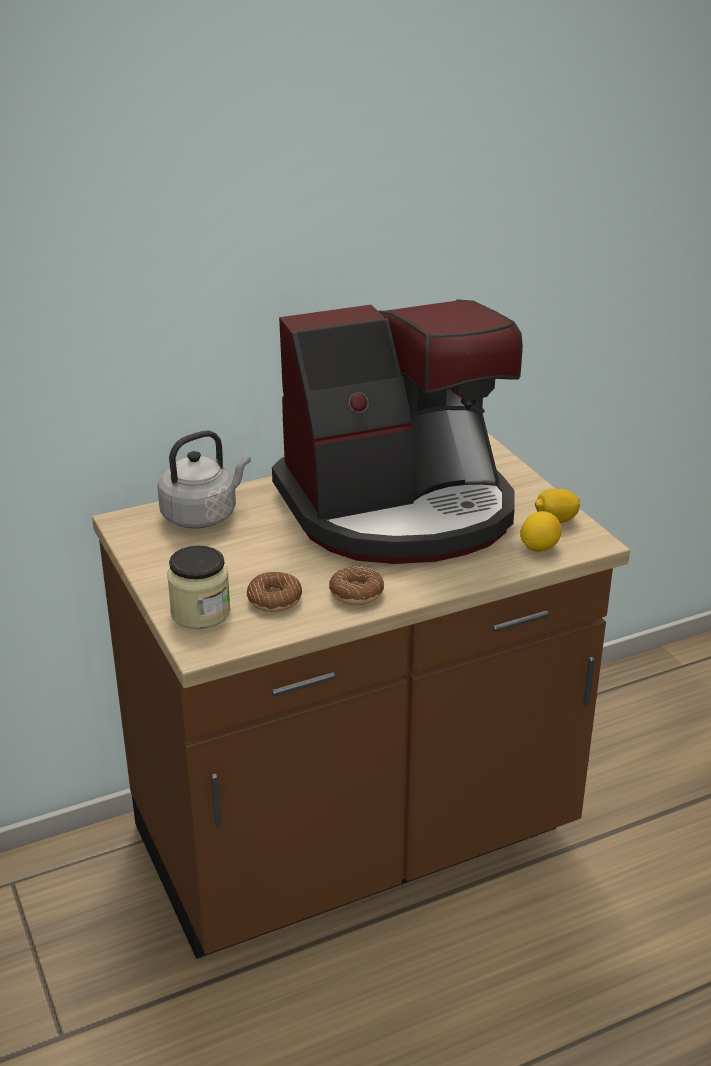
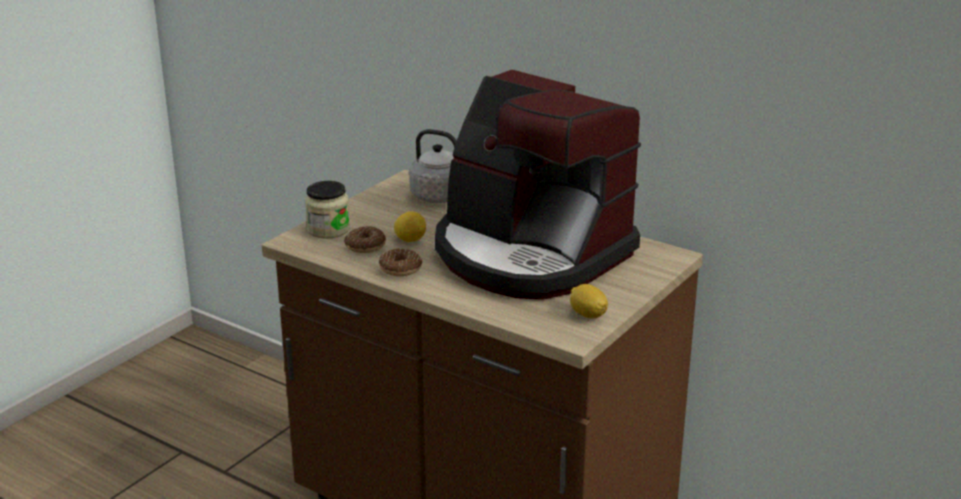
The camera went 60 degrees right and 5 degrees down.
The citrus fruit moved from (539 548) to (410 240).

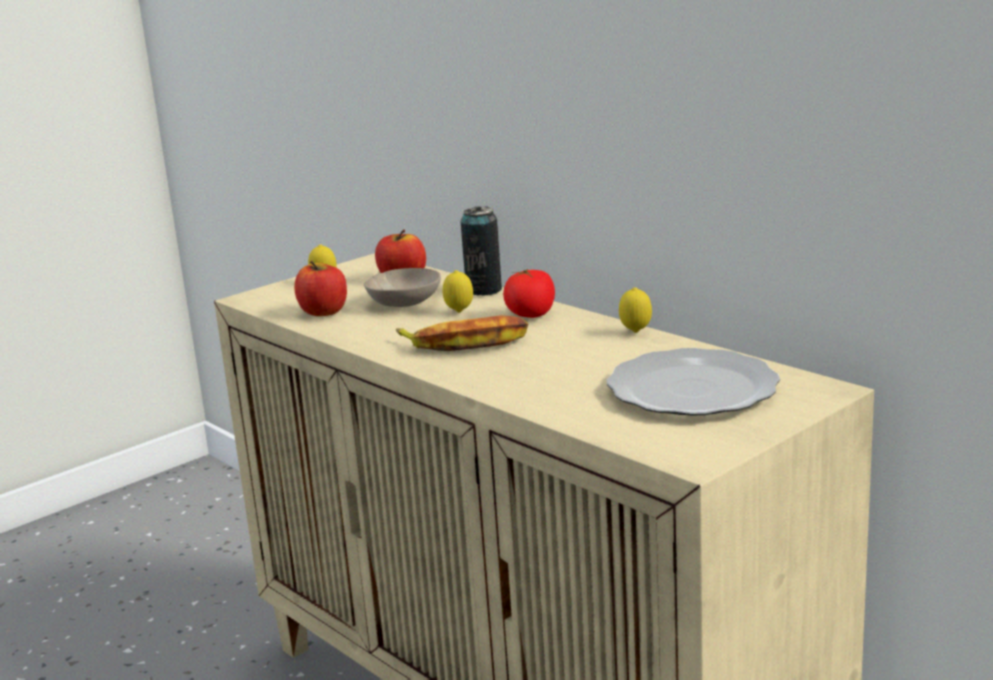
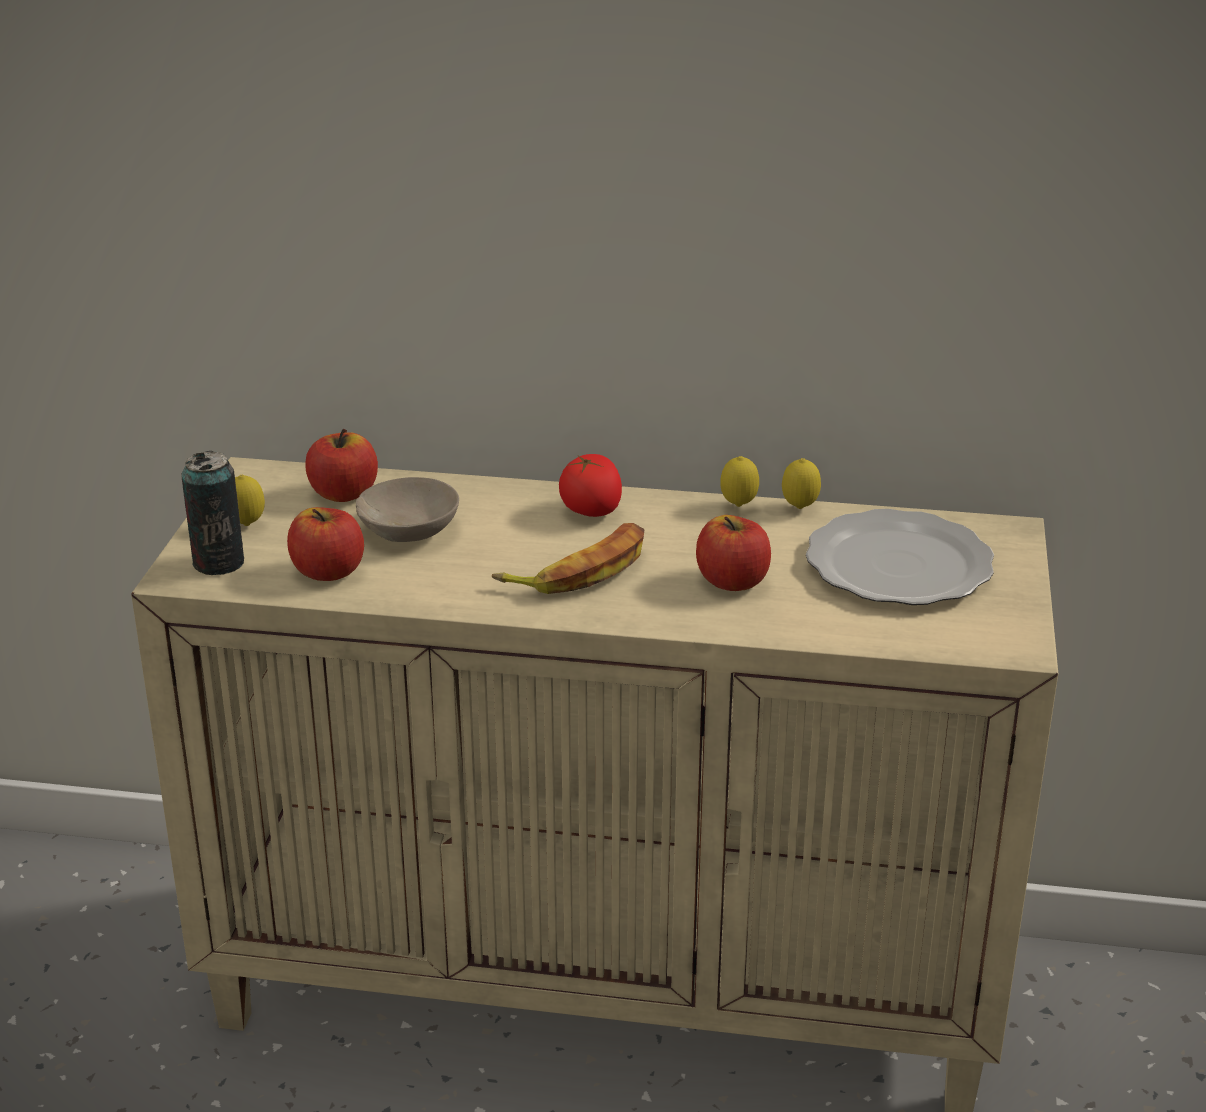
The camera went 40 degrees left and 10 degrees up.
The citrus fruit moved from (459 312) to (799 508).
The metal can moved from (483 290) to (218 563).
The apple fruit at (732 581) appeared.

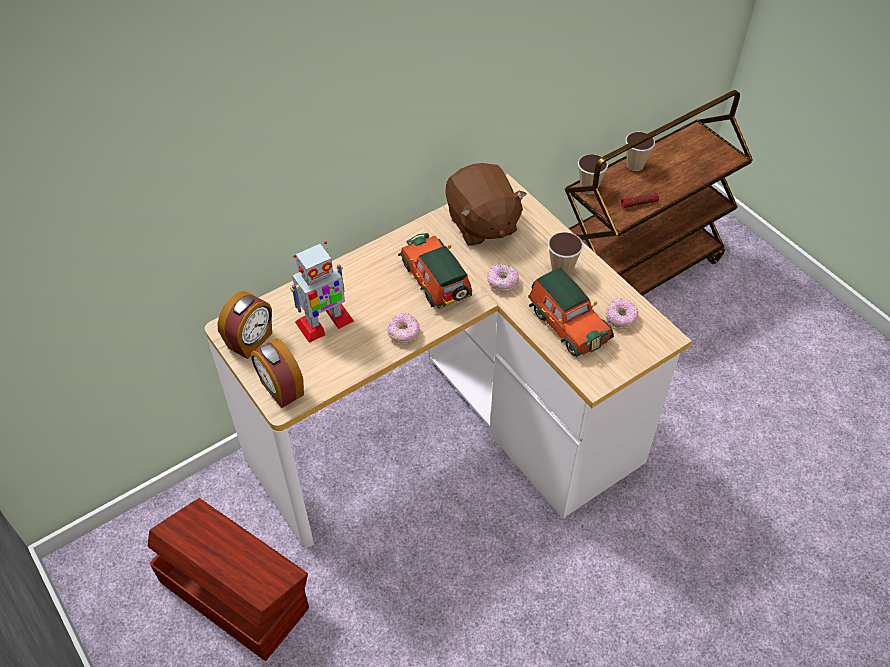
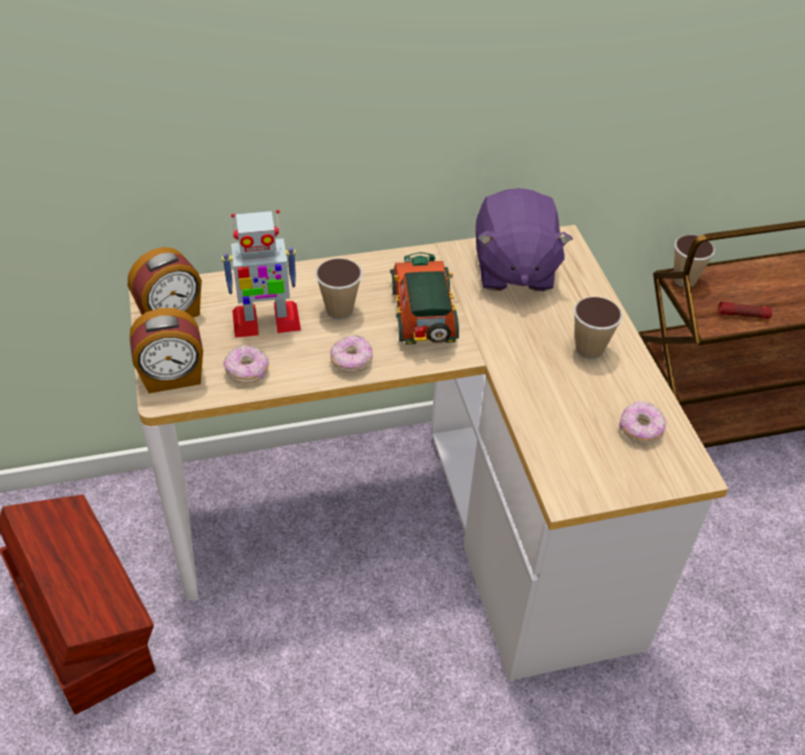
The camera went 20 degrees right and 5 degrees down.
The bedside clock at (281 389) turned 90 degrees counterclockwise.
The soft toy (brown) at (481 224) became the soft toy (purple-coloured) at (513 269).
The donut moved from (502 283) to (247 372).
The toy car at (566 323) disappeared.
The drinking cup moved from (635 165) to (339 310).

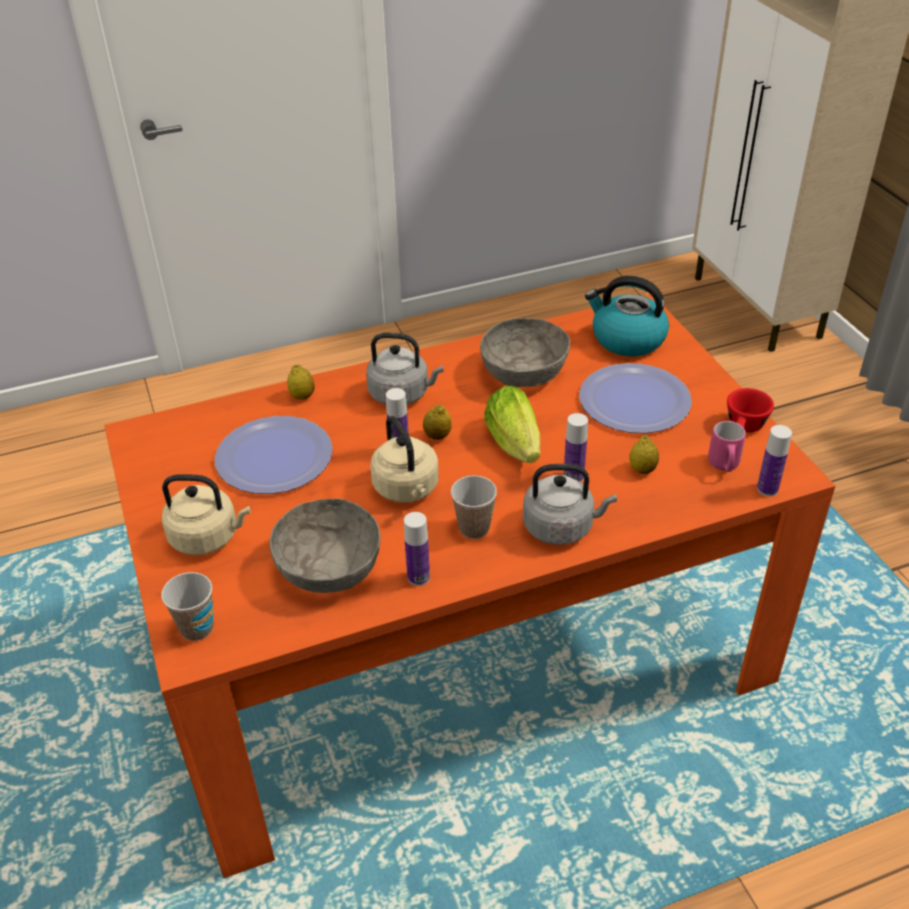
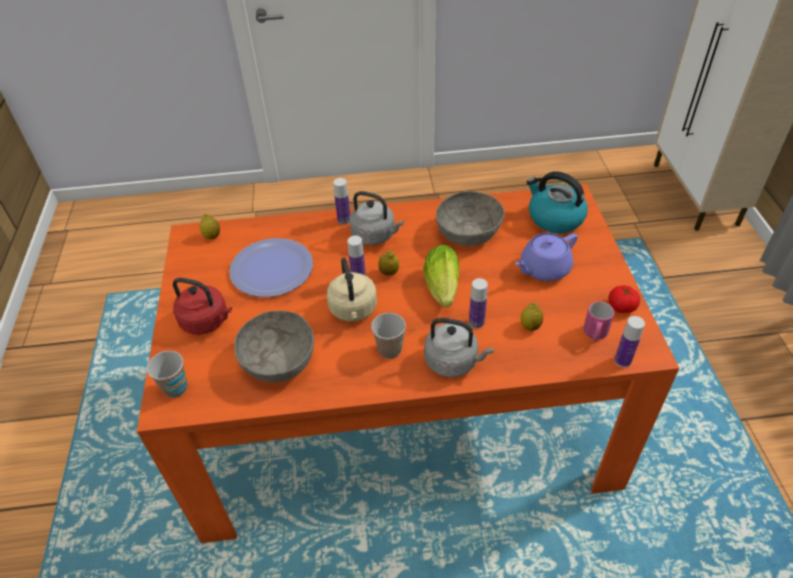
The camera went 15 degrees right and 5 degrees up.
The water kettle (beige) at (208 537) became the water kettle (reddish) at (207 321).
The citrus fruit moved from (302 396) to (212 236).
The bottle moved from (418 577) to (344 220).
The dinner plate at (635 400) was replaced by the tea pot (purple-coloured) at (543 269).
The drinking cup (reddish) at (744 428) was replaced by the fresh tomato at (621 306).

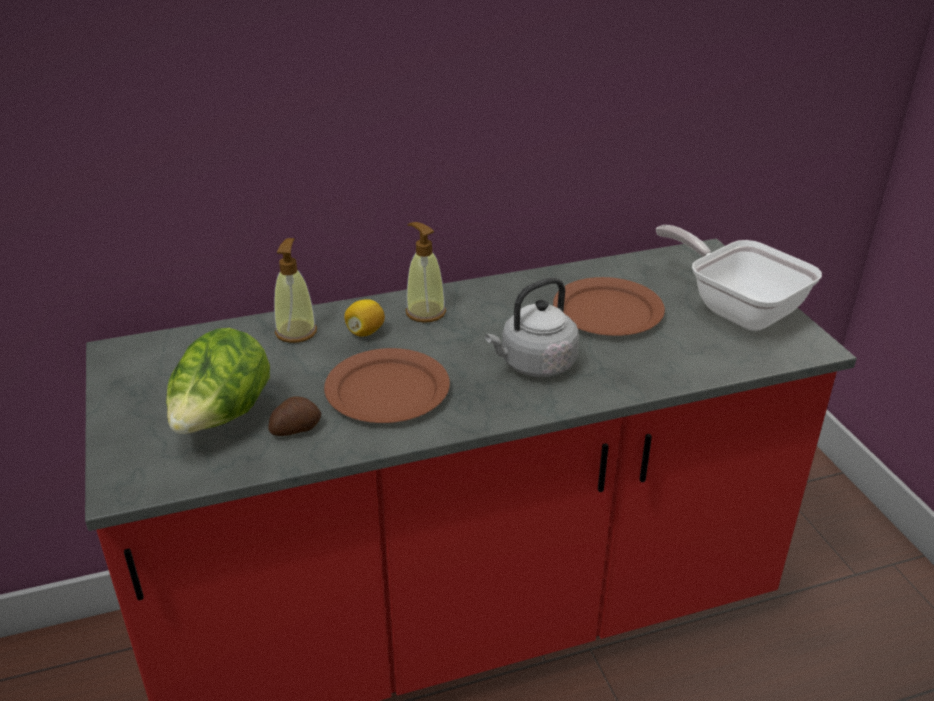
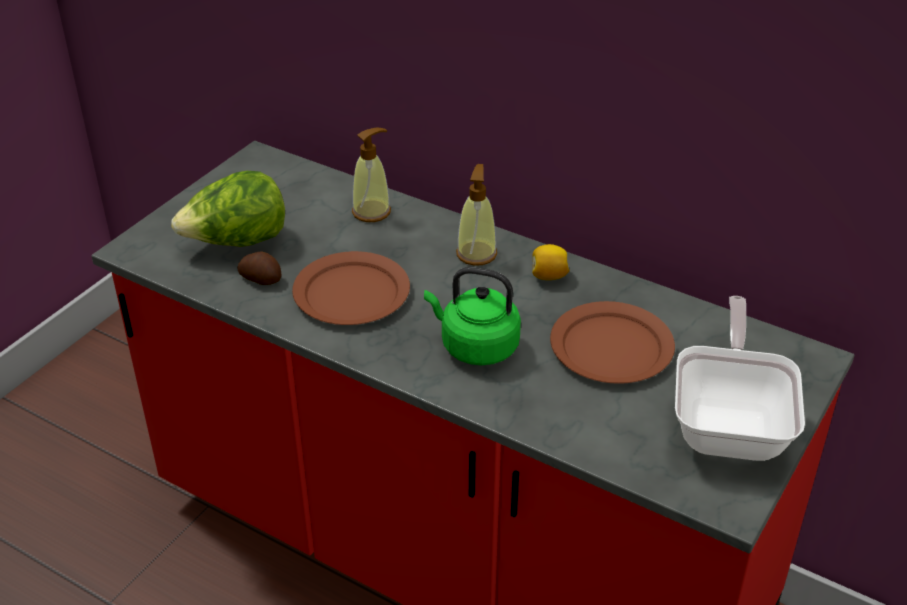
The camera went 50 degrees right and 5 degrees up.
The citrus fruit moved from (365 332) to (548 276).
The water kettle (gray) at (534 365) became the water kettle (greenish) at (475 346).

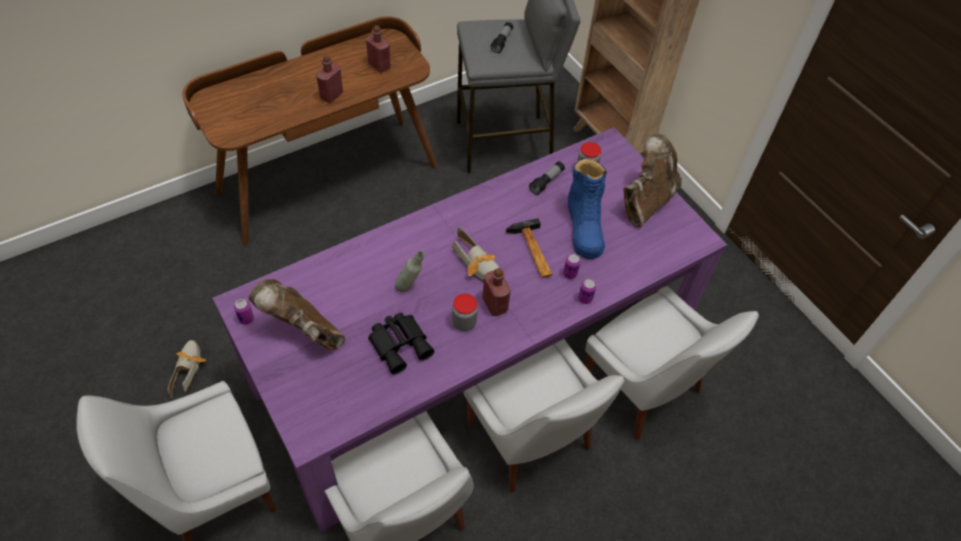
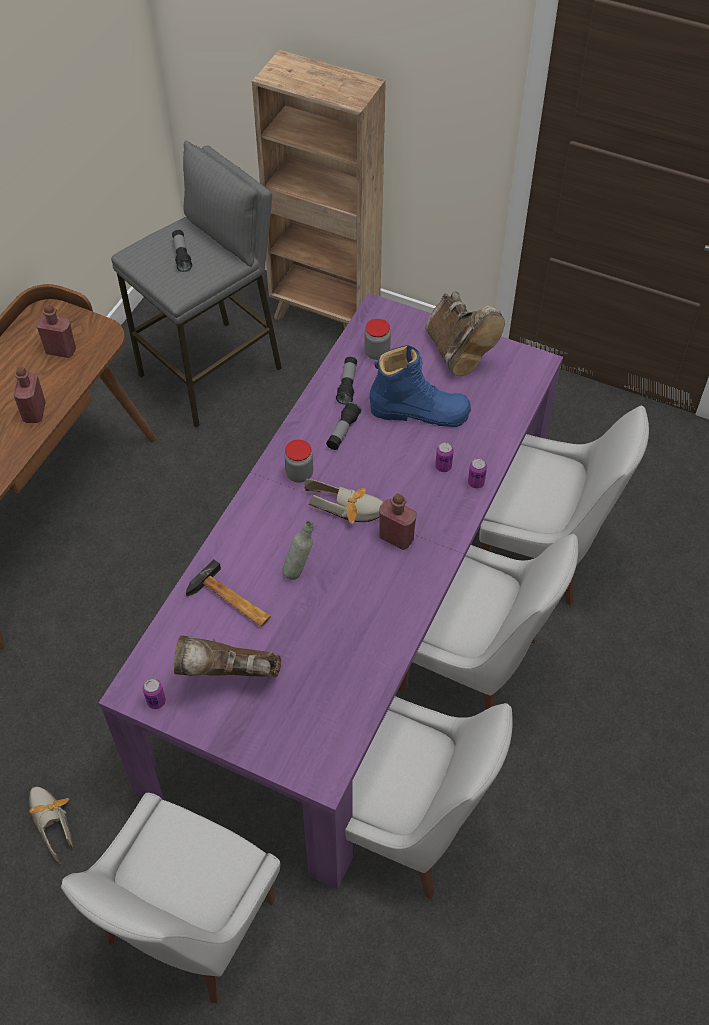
The camera went 30 degrees left and 0 degrees up.
The binoculars (black) at (401 344) disappeared.
The storage jar moved from (464 322) to (299 474).
The hammer moved from (532 252) to (231 602).
The high-top boot (blue-coloured) at (584 226) turned 45 degrees counterclockwise.
The high-top boot (brown) at (646 201) turned 150 degrees clockwise.
The torch at (342 432) appeared.

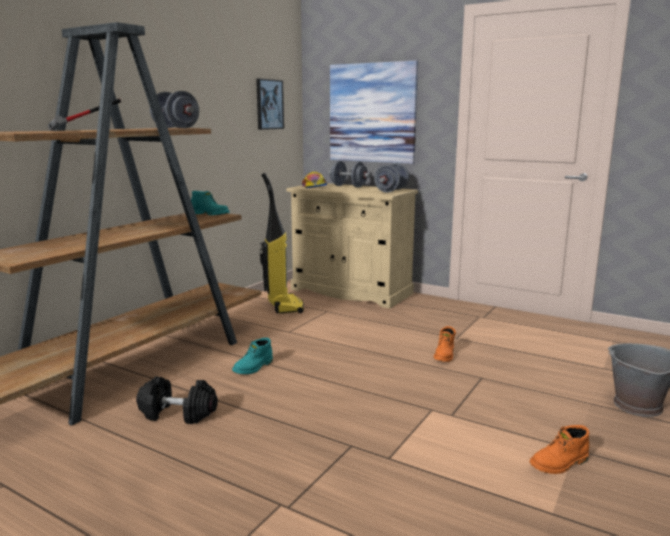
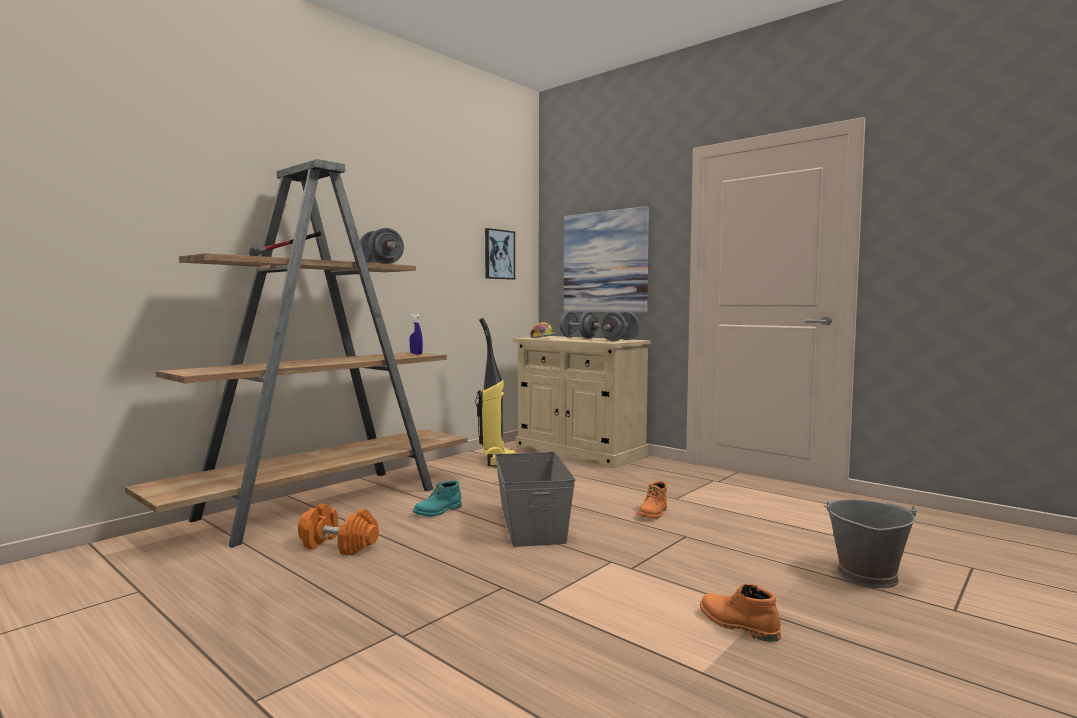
The camera went 10 degrees right and 10 degrees down.
The dumbbell (black) at (177 414) became the dumbbell (orangey) at (338 546).
The high-top boot (blue-green) at (210 214) was replaced by the spray bottle (blue-coloured) at (416 354).
The high-top boot (orangey) at (560 464) turned 60 degrees clockwise.
The storage box (gray) at (531 524) appeared.

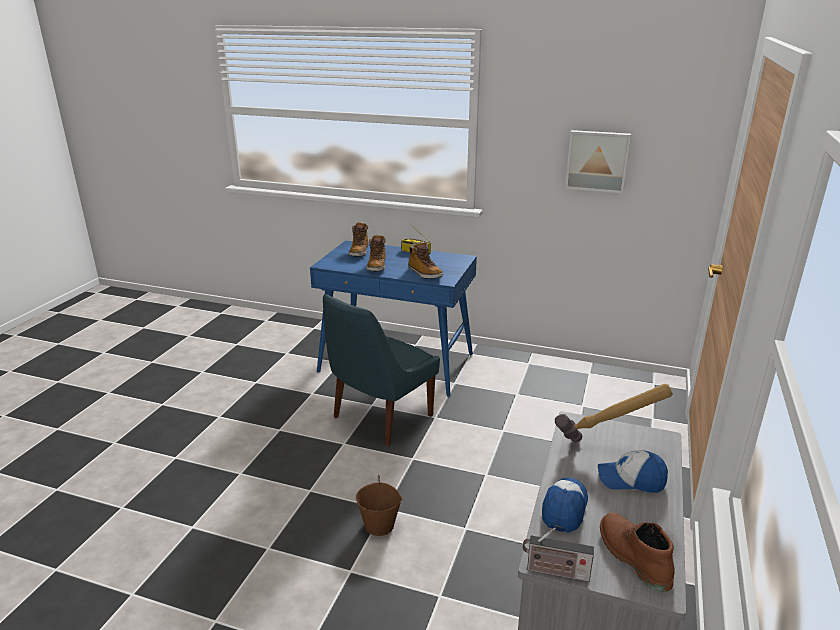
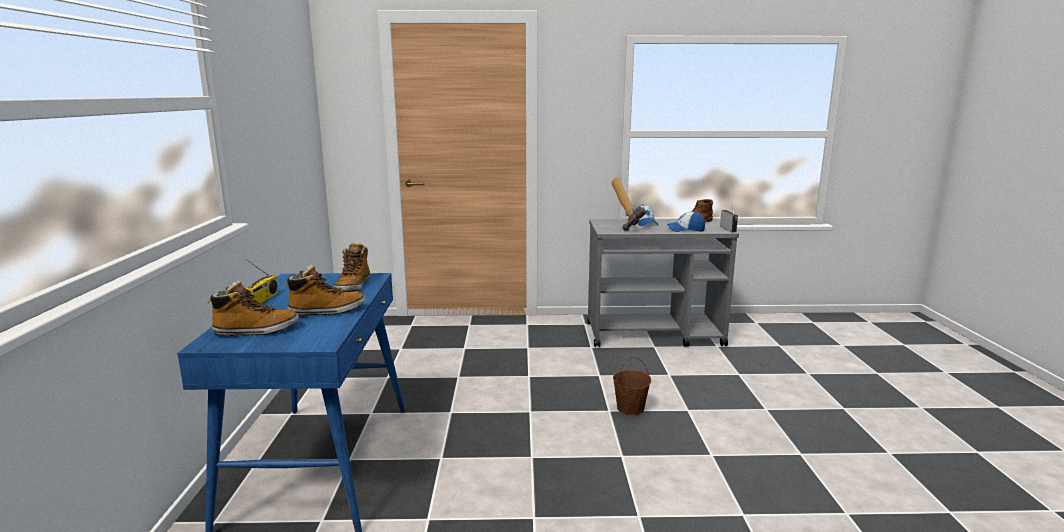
The camera went 110 degrees left and 10 degrees down.
The upright chair (blue-coloured) at (380 418) disappeared.
The high-top boot at (424 274) turned 150 degrees clockwise.
The picture at (597 161) disappeared.

